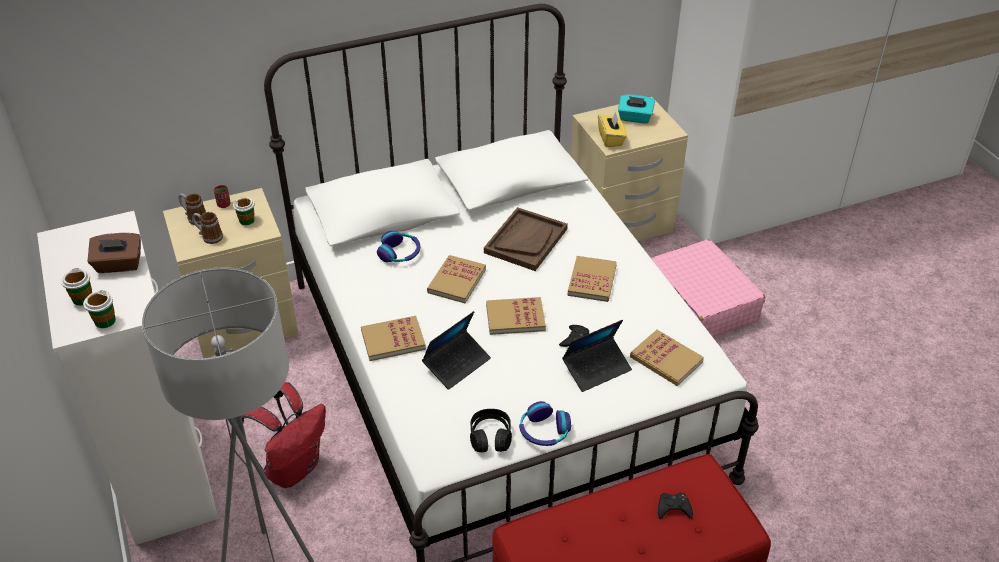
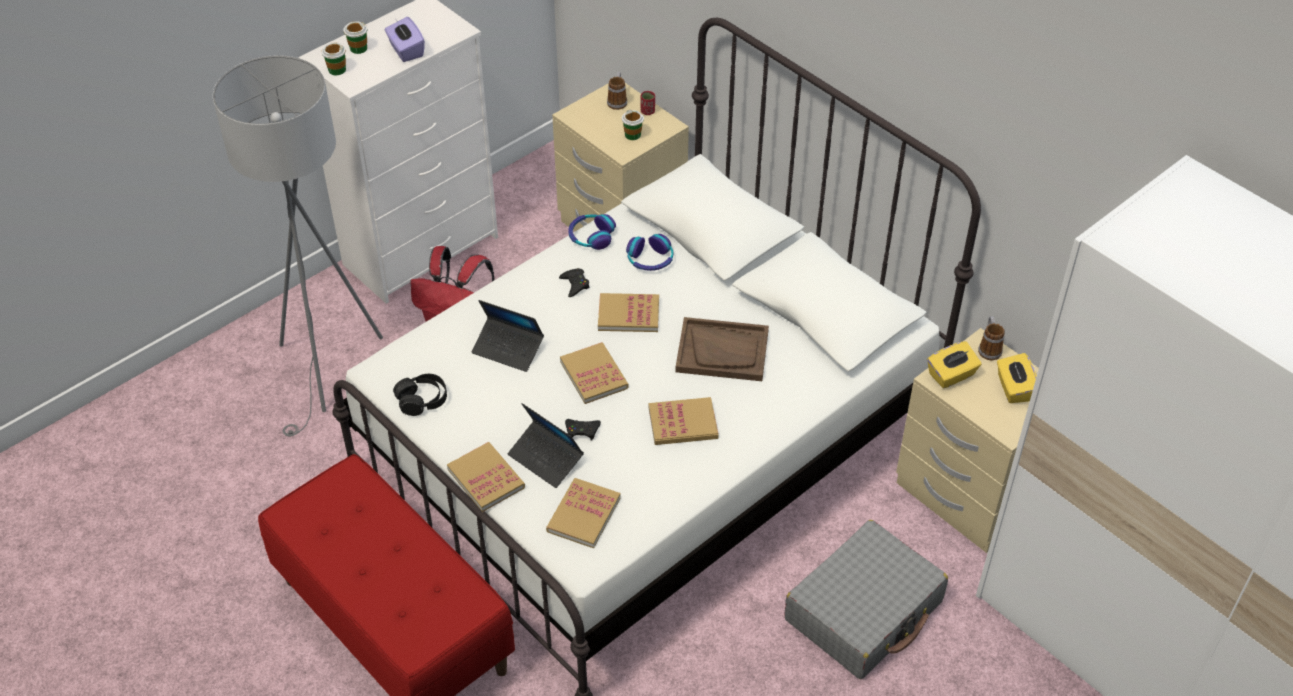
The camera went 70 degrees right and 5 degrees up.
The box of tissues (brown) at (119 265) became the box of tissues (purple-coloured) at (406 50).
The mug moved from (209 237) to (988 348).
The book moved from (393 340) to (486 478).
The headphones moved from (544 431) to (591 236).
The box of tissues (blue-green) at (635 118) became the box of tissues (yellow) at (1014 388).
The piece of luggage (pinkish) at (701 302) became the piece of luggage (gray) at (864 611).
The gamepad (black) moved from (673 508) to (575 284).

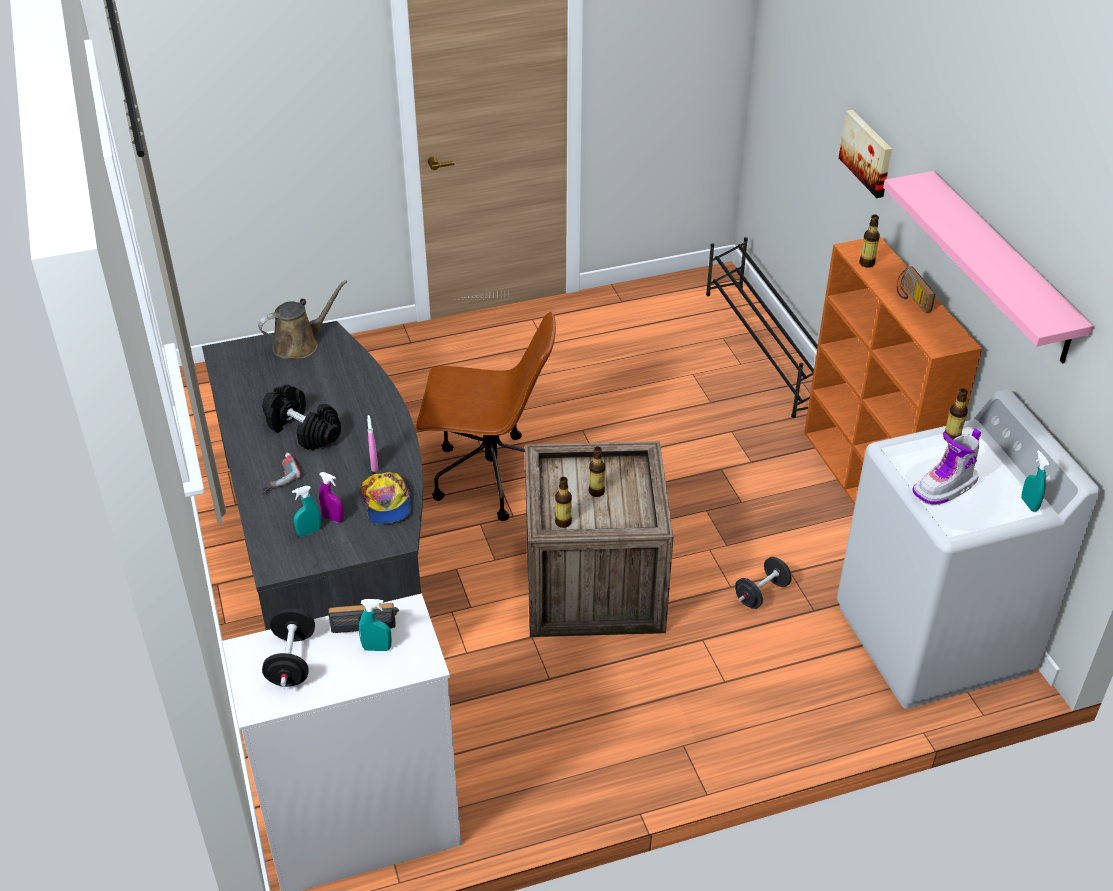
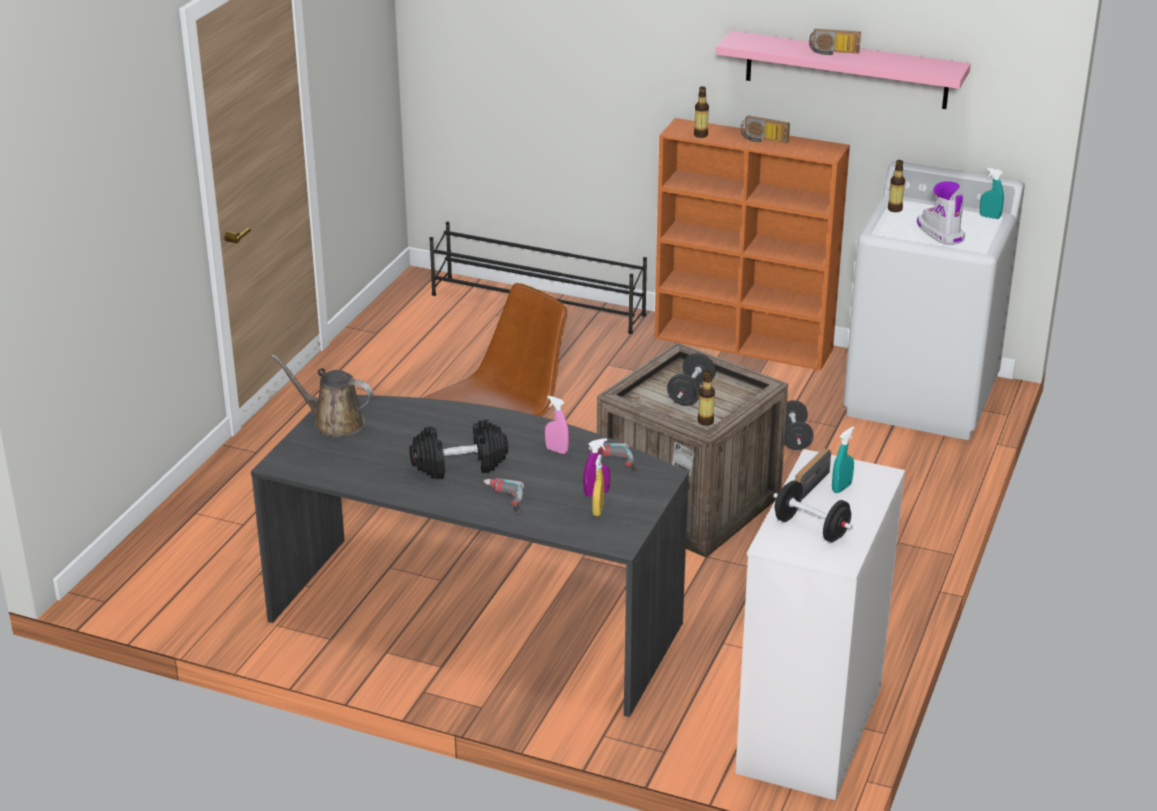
The camera went 50 degrees left and 10 degrees down.
The watering pot (brown) at (300 344) turned 75 degrees counterclockwise.
The spray bottle (blue-green) at (309 532) became the spray bottle (yellow) at (598 511).
The peaked cap at (386 503) was replaced by the power drill at (613 463).
The bottle at (596 492) was replaced by the dumbbell (black) at (691 394).
The picture at (868 152) disappeared.
The high-top boot at (945 488) turned 150 degrees clockwise.
The radio set at (833 52) appeared.

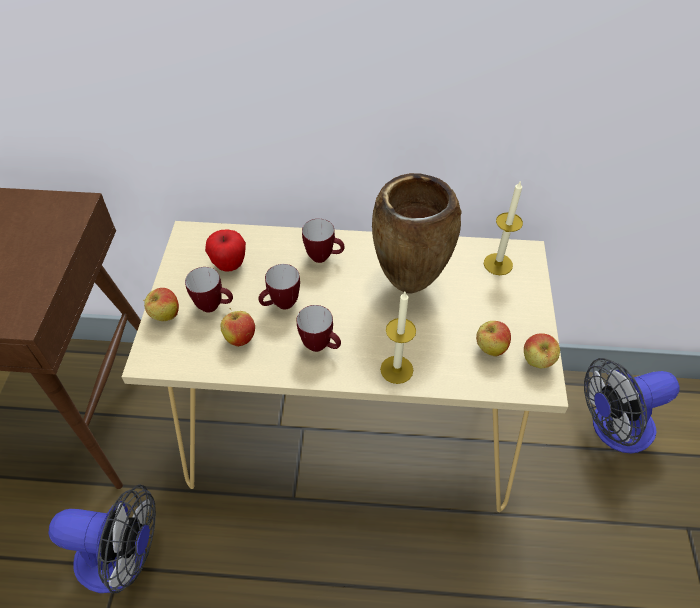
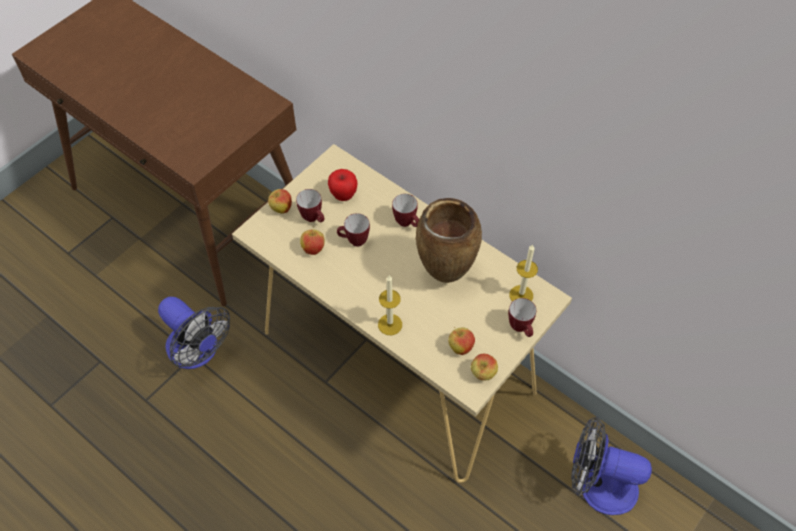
The camera went 35 degrees right and 5 degrees up.
The mug moved from (321 346) to (521 329).

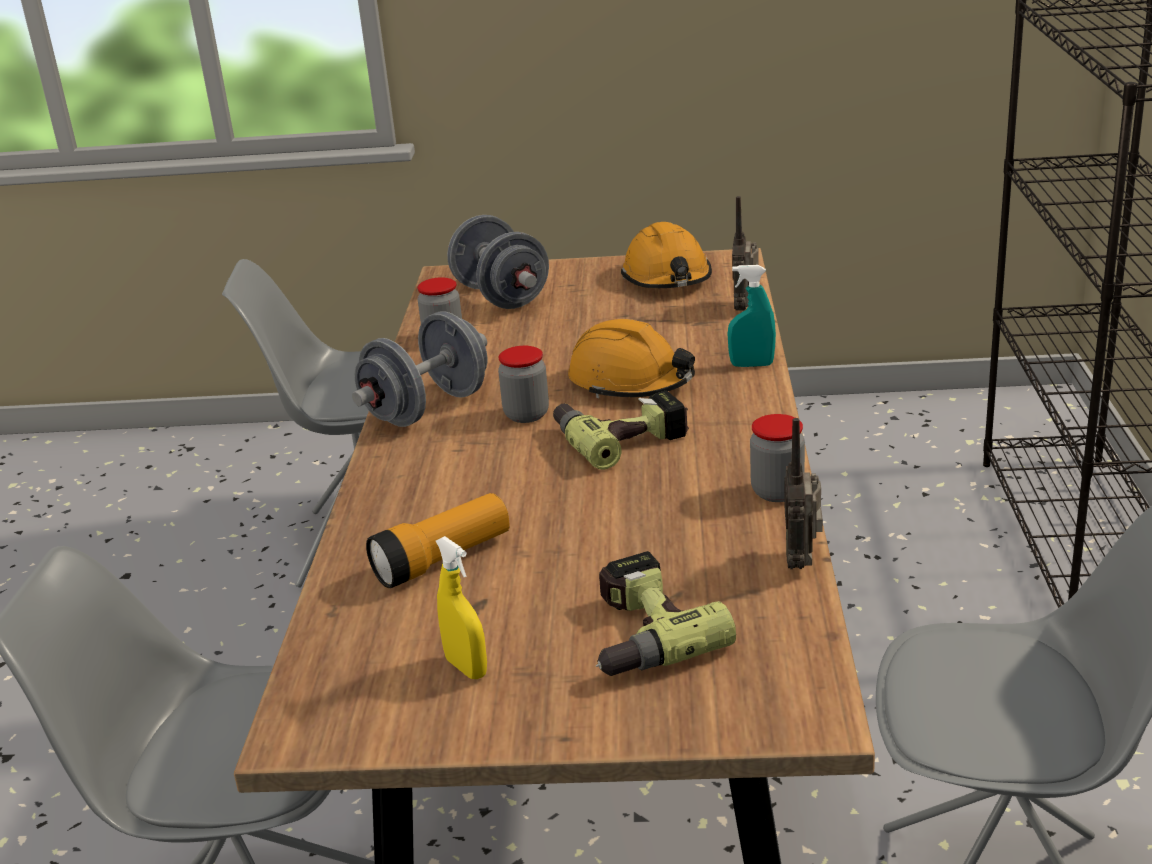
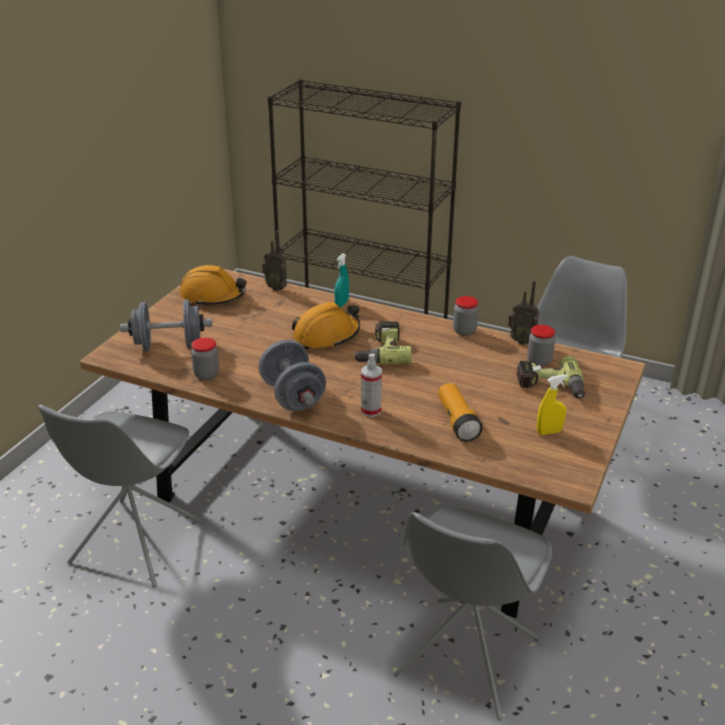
The camera went 70 degrees left and 5 degrees up.
The storage jar moved from (526 415) to (539 361).
The spray bottle at (371 411) appeared.

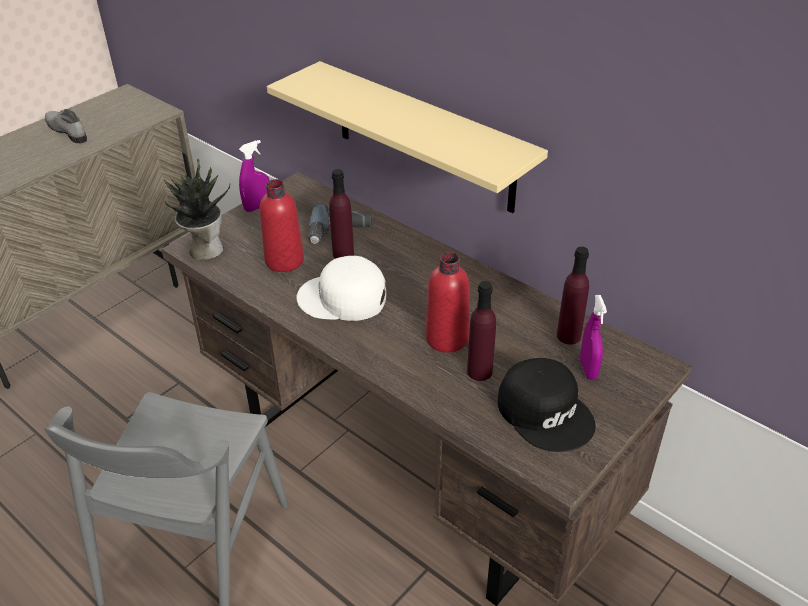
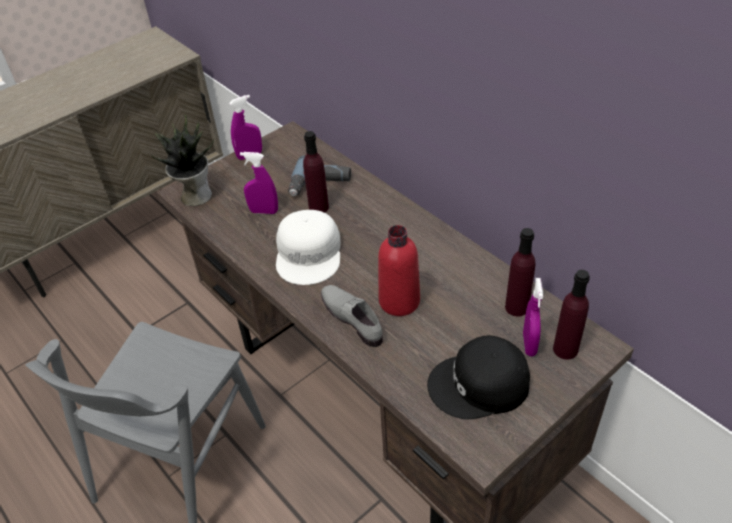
The camera went 10 degrees right and 5 degrees up.
The item of footwear (gray) moved from (68 130) to (353 317).
The bottle (reddish) at (284 261) was replaced by the spray bottle (purple-coloured) at (264 211).
The wall shelf (beige) at (423 137) disappeared.
The peaked cap (whitish) at (343 299) turned 105 degrees counterclockwise.
The bottle (purple-coloured) moved from (479 371) to (565 349).
The peaked cap (black) at (546 411) turned 105 degrees clockwise.

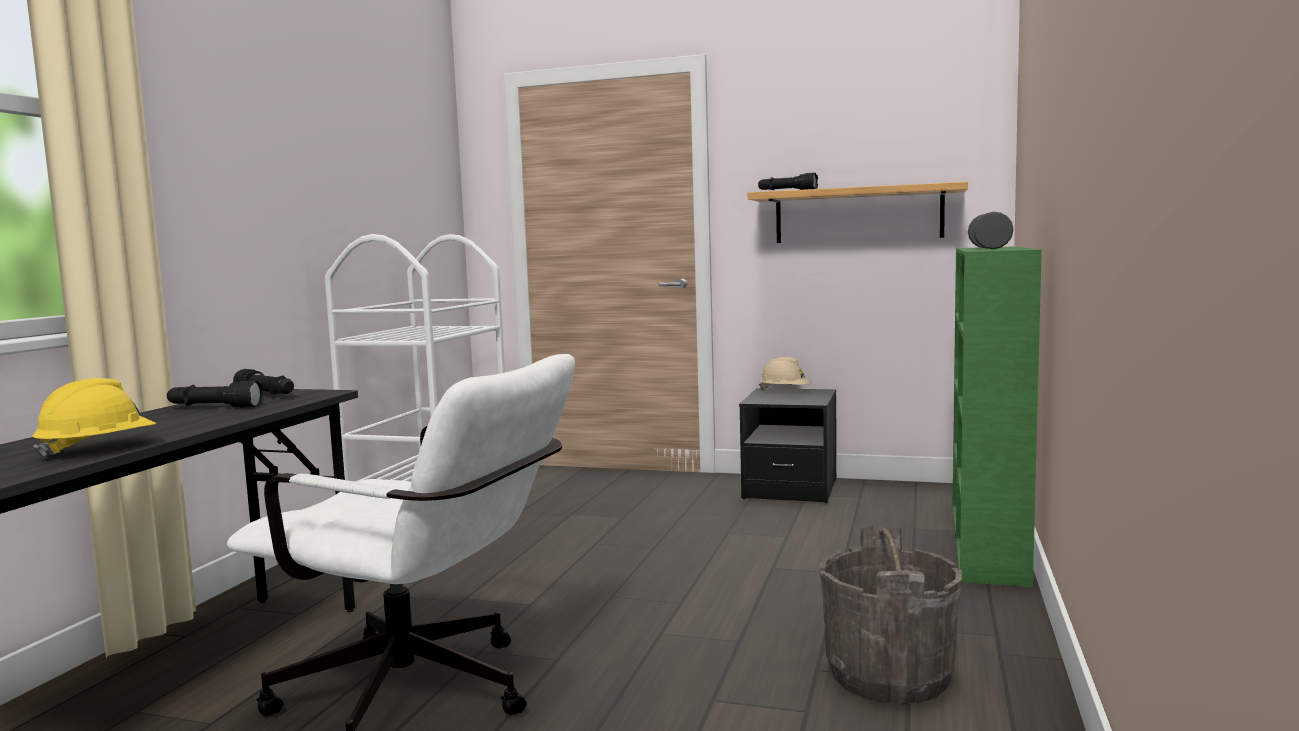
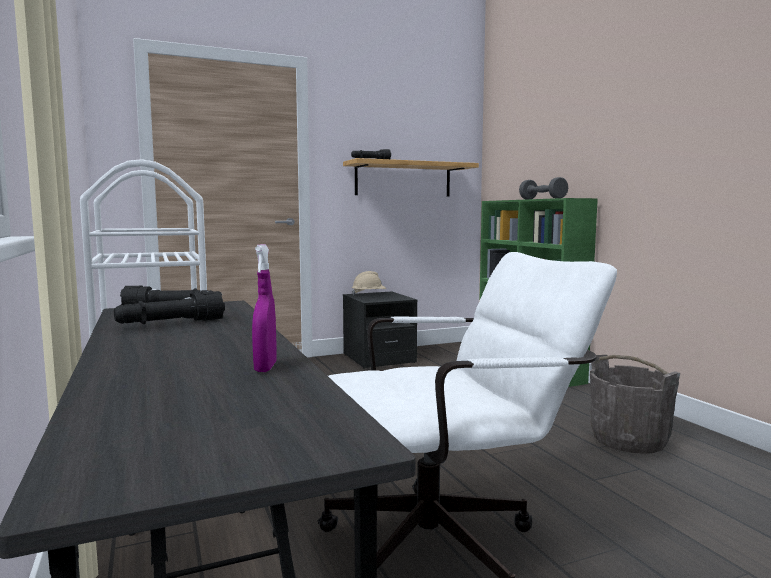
The camera went 40 degrees left and 0 degrees up.
The work helmet (yellow) at (98 450) was replaced by the spray bottle (purple-coloured) at (265 367).

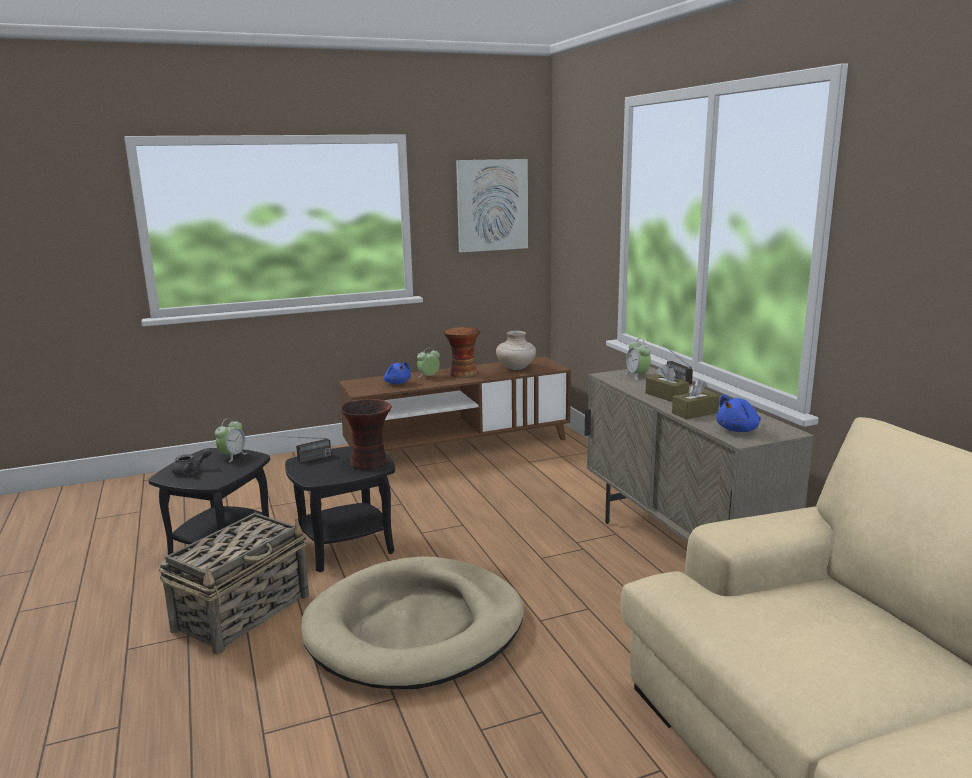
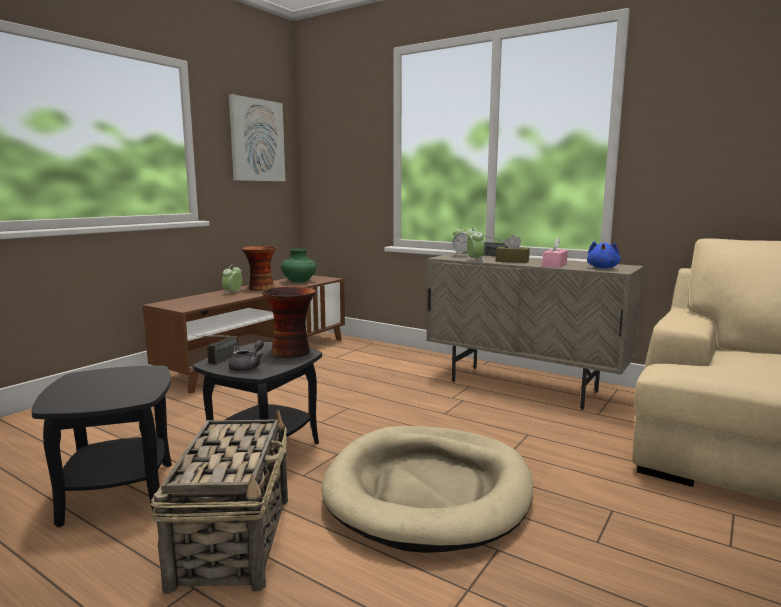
The camera went 35 degrees left and 5 degrees down.
The tea pot (gray) moved from (191 471) to (248 367).
The bedside clock moved from (232 456) to (475 260).
The soft toy (blue-coloured) at (397 383) disappeared.
The flower vase (beige) at (516 368) became the flower vase (greenish) at (299 281).
The box of tissues (brown) at (695 413) became the box of tissues (pinkish) at (554 265).

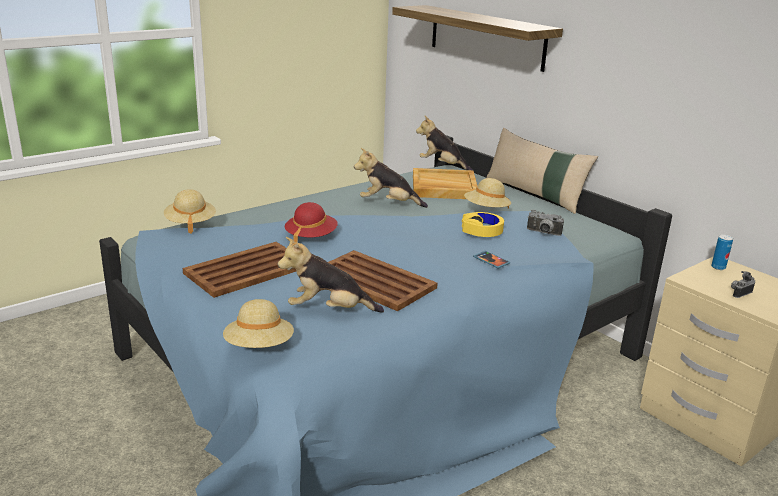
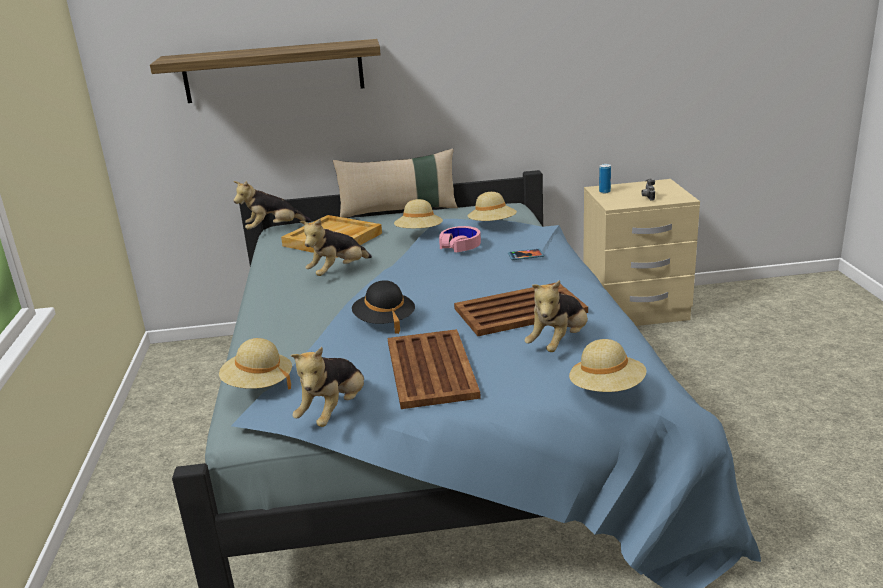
The camera went 55 degrees left and 0 degrees up.
The hat (reddish) at (311 237) became the hat (black) at (384 321).
The headphones (yellow) at (482 230) became the headphones (pinkish) at (460 245).
The photo camera at (543 233) was replaced by the hat (beige) at (492 225).
The soft toy at (334 412) appeared.

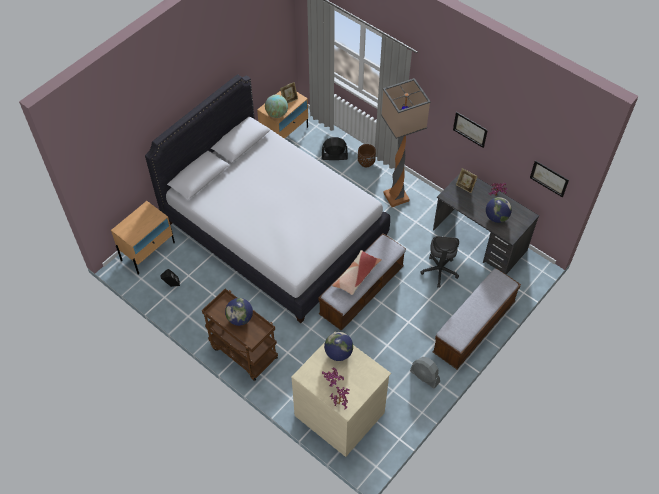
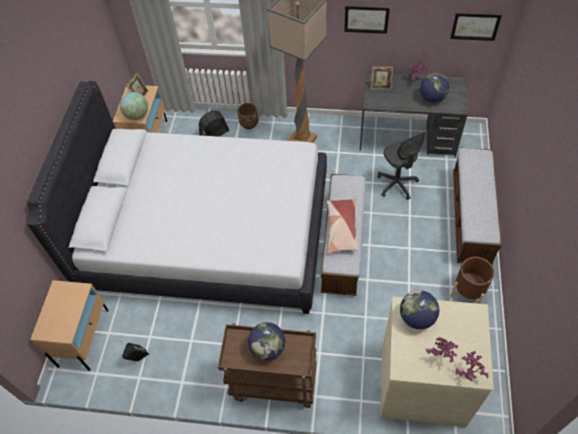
The camera went 30 degrees left and 0 degrees up.
The fan (gray) at (424 376) was replaced by the plant pot (brown) at (468 291).

